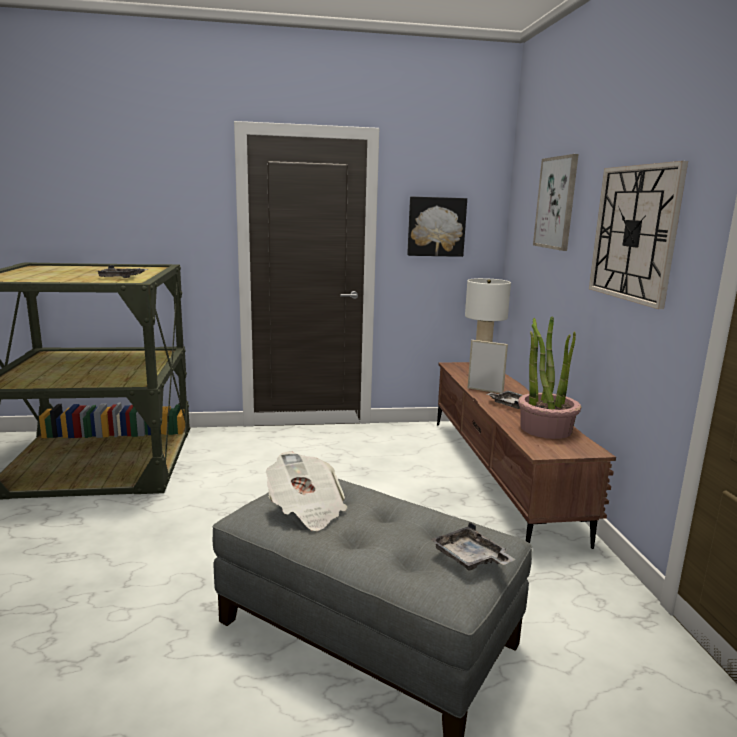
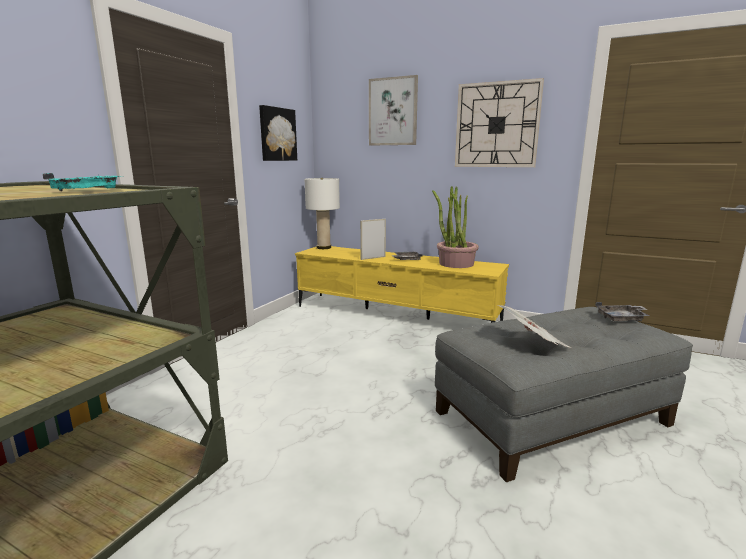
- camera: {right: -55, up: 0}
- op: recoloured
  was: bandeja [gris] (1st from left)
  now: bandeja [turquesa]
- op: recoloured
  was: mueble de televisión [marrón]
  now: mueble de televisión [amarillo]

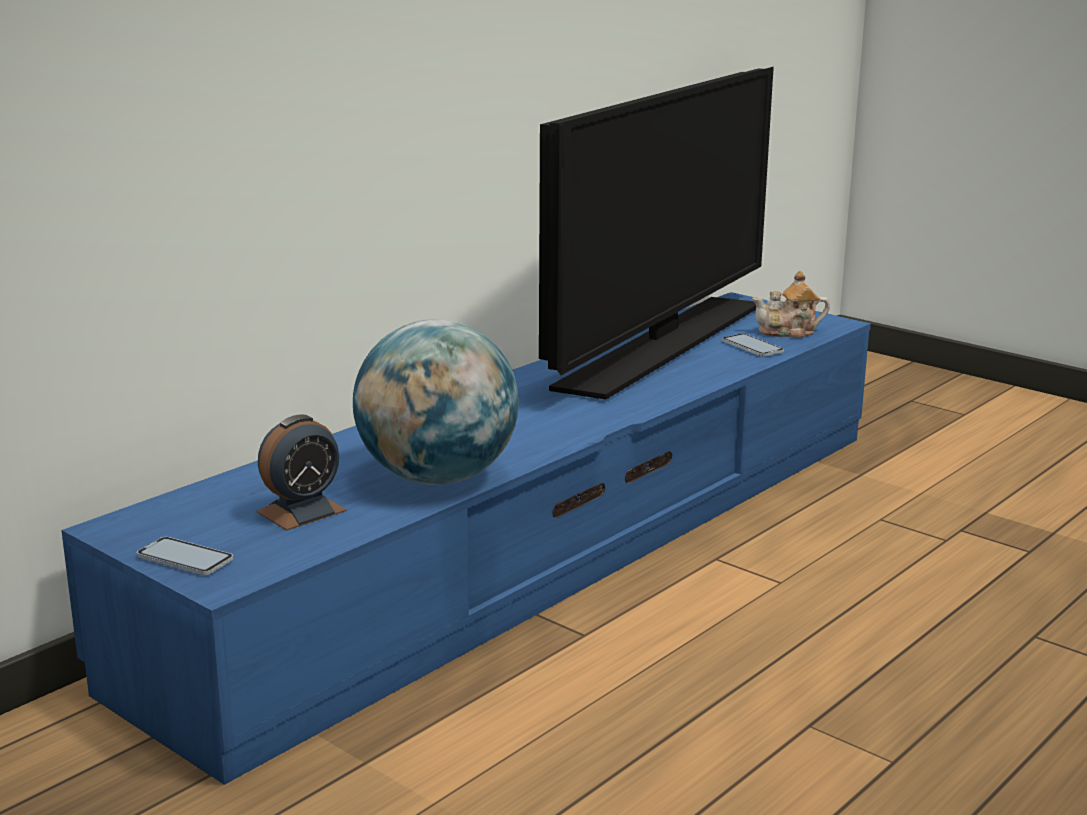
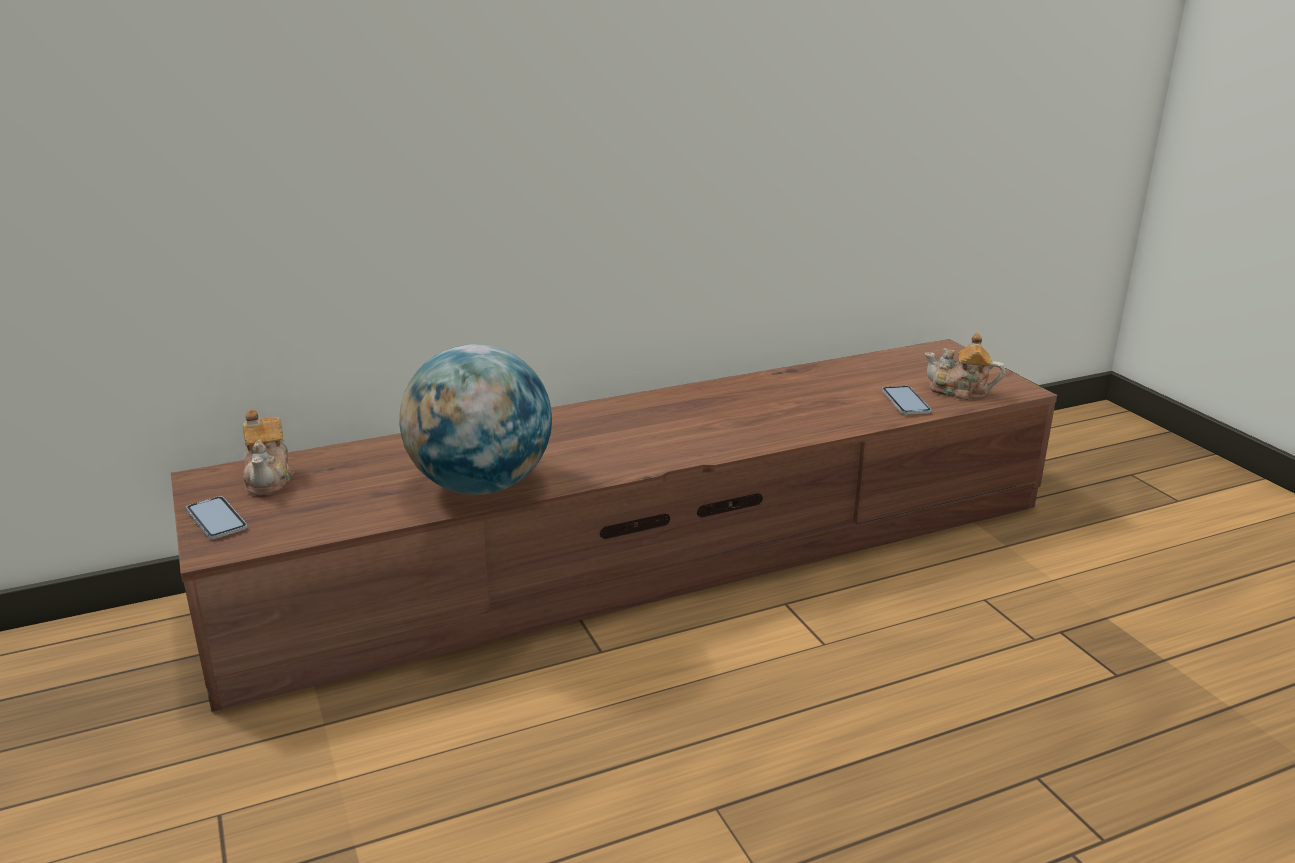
- camera: {right: 25, up: 5}
- op: recoloured
  was: mueble de televisión [azul]
  now: mueble de televisión [marrón]
- op: added
  now: tetera (1st from left)
- op: removed
  was: despertador
- op: removed
  was: televisor

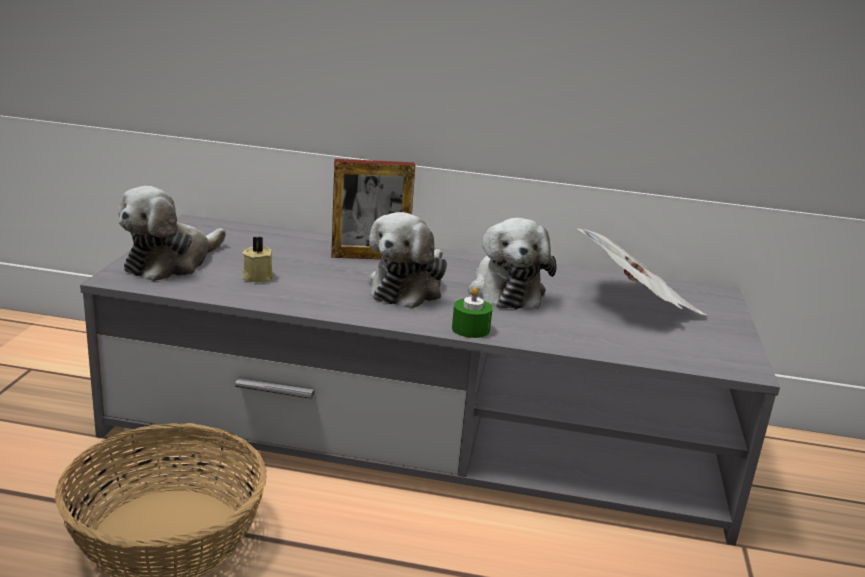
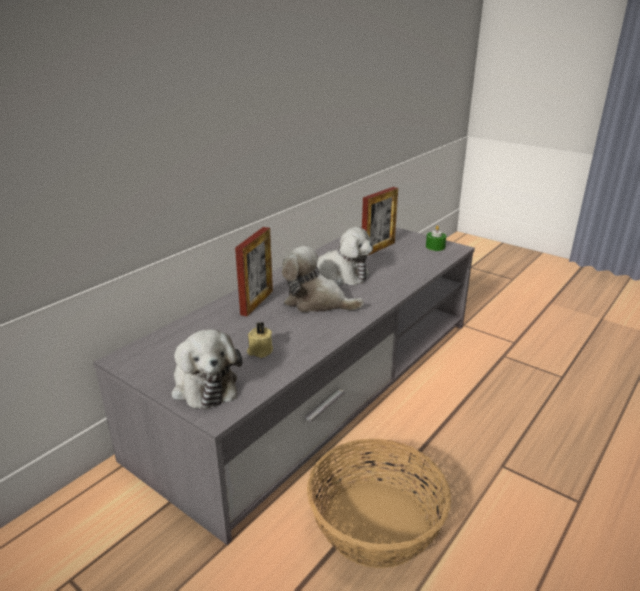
- camera: {right: -60, up: 5}
- op: turned
  was: peluche (2nd from left)
  clockwise: 150
- op: replaced
  was: periódico
  now: portarretratos (2nd from left)
- op: moved
  was: vela [verde]

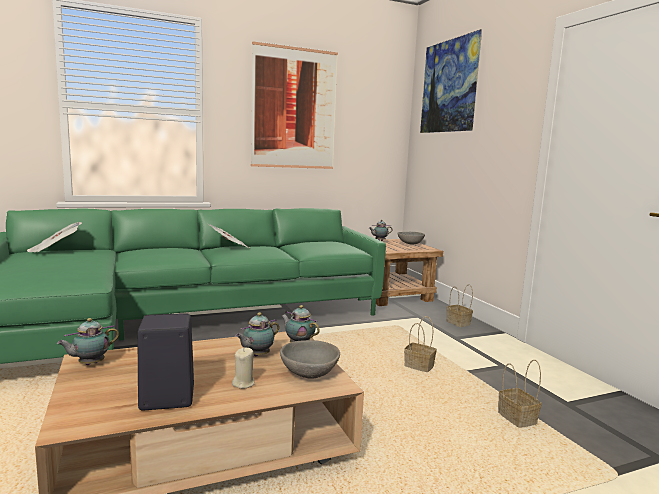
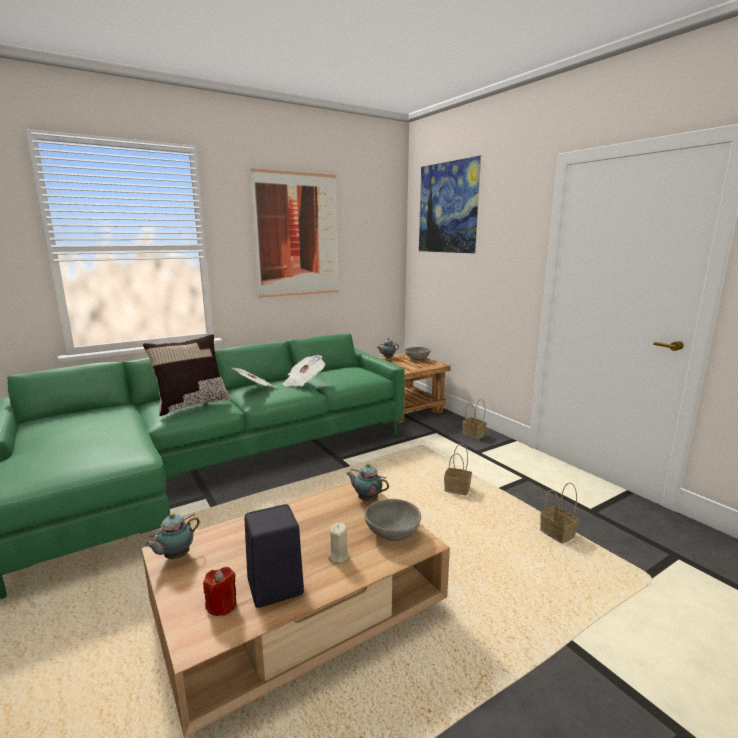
- camera: {right: -10, up: 5}
- op: added
  now: cojín
- op: added
  now: vela [rojo]
- op: moved
  was: periódico (1st from left in the first image)
  now: periódico (2nd from left)
- op: removed
  was: tetera (2nd from left)

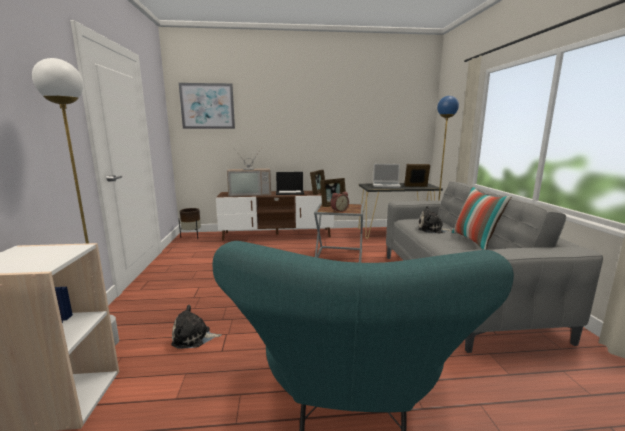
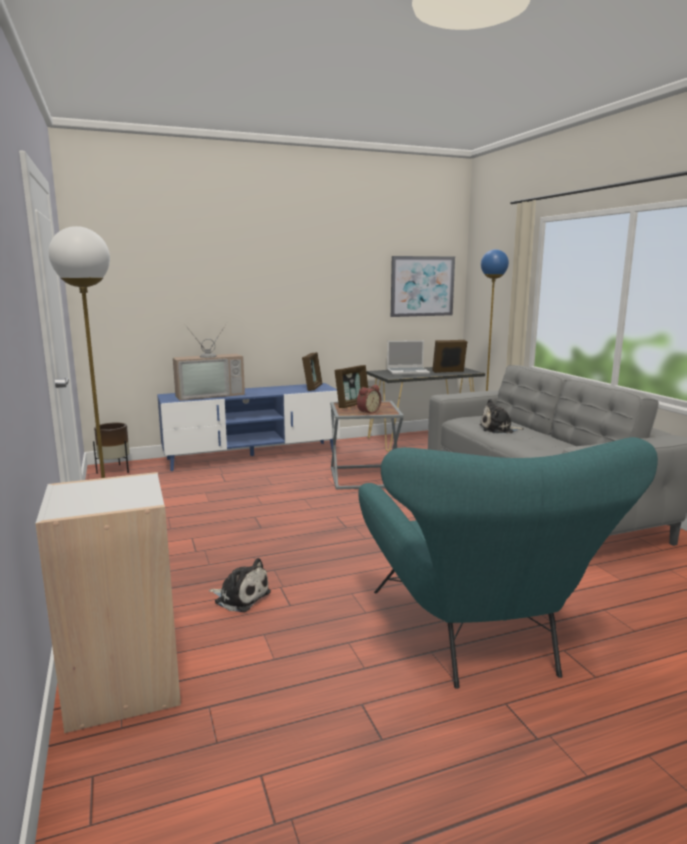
- camera: {right: -15, up: 0}
- op: recoloured
  was: mueble de televisión [marrón]
  now: mueble de televisión [azul]
- op: turned
  was: peluche (1st from left)
  clockwise: -135
- op: moved
  was: cuadro
- op: removed
  was: portátil (1st from left)
- op: removed
  was: cojín

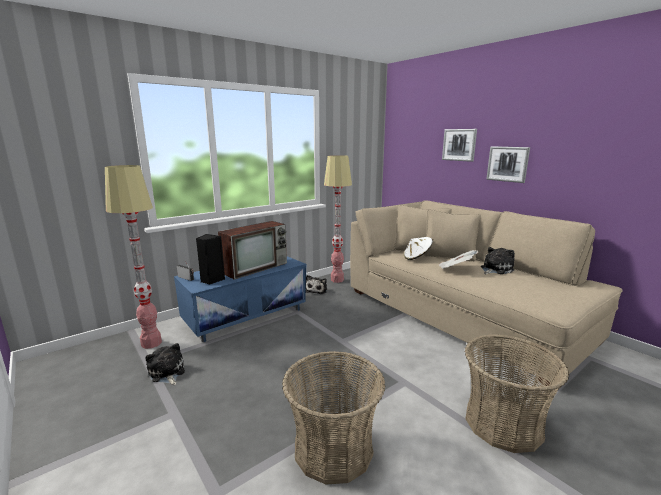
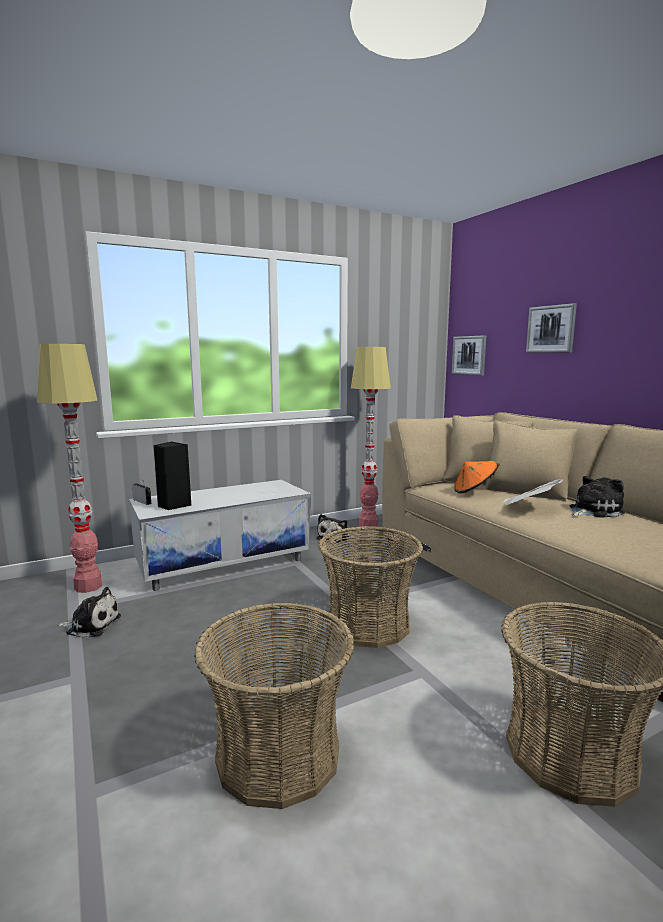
- camera: {right: 10, up: -5}
- op: turned
  was: peluche (1st from left)
  clockwise: 120
- op: recoloured
  was: mueble de televisión [azul]
  now: mueble de televisión [blanco]
- op: added
  now: cesta (2nd from left)
- op: moved
  was: cuadro (2nd from left in the first image)
  now: cuadro (1st from left)
- op: recoloured
  was: sombrero [blanco]
  now: sombrero [naranja]
- op: removed
  was: televisor

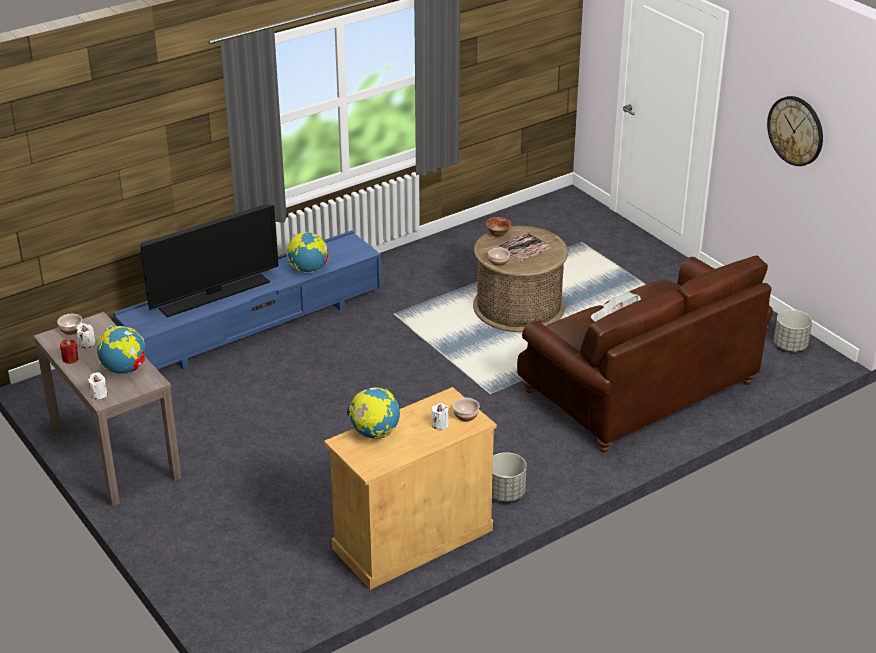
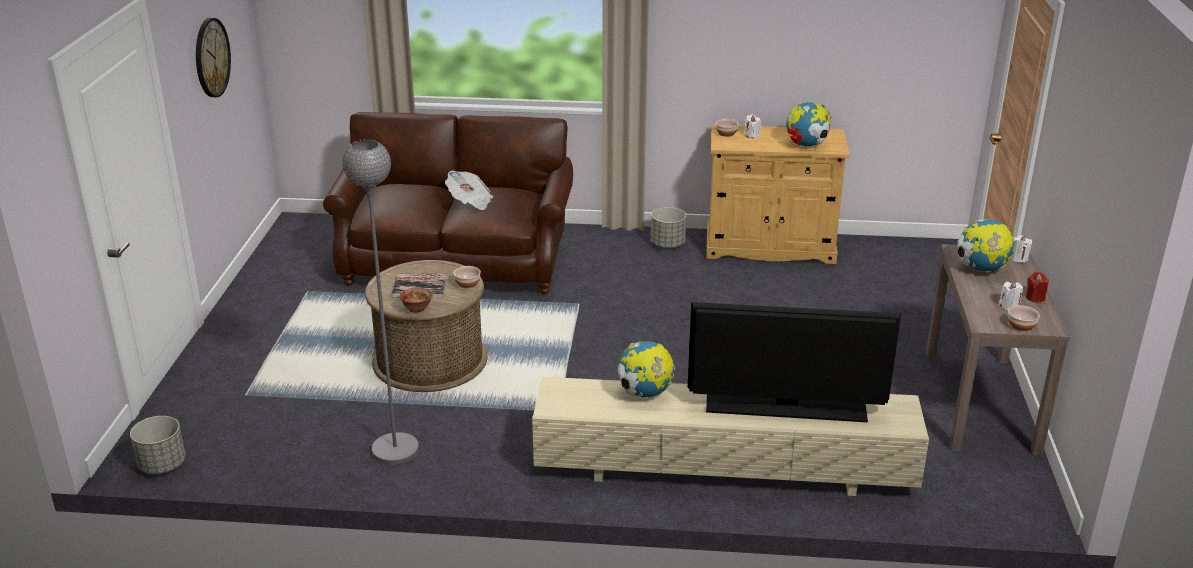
- camera: {right: -140, up: -5}
- op: moved
  was: maceta [gris] (2nd from left in the first image)
  now: maceta [gris] (1st from left)
- op: added
  now: lámpara de pie [gris]
- op: recoloured
  was: mueble de televisión [azul]
  now: mueble de televisión [beis]

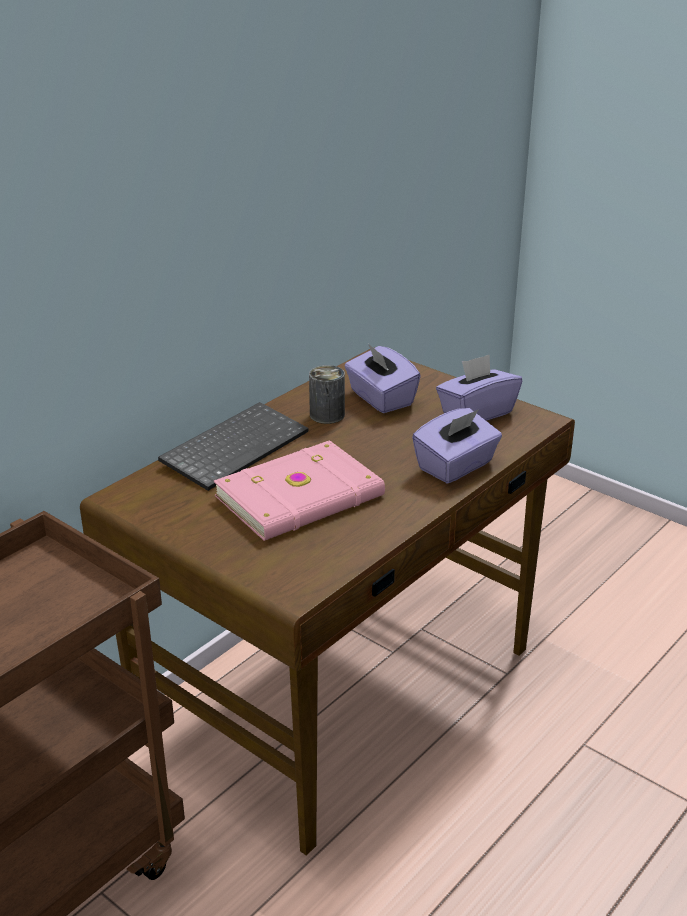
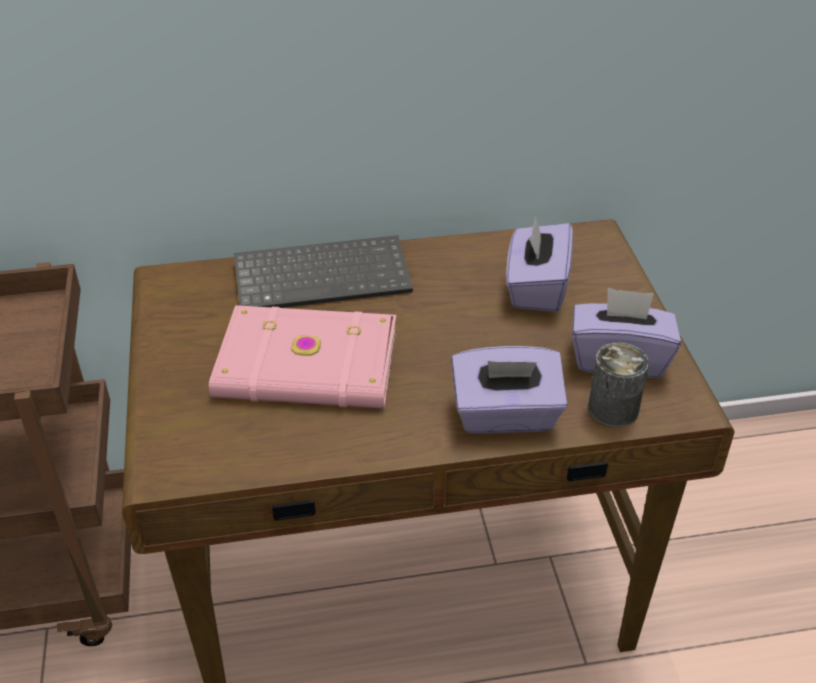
- camera: {right: 40, up: 10}
- op: moved
  was: lata

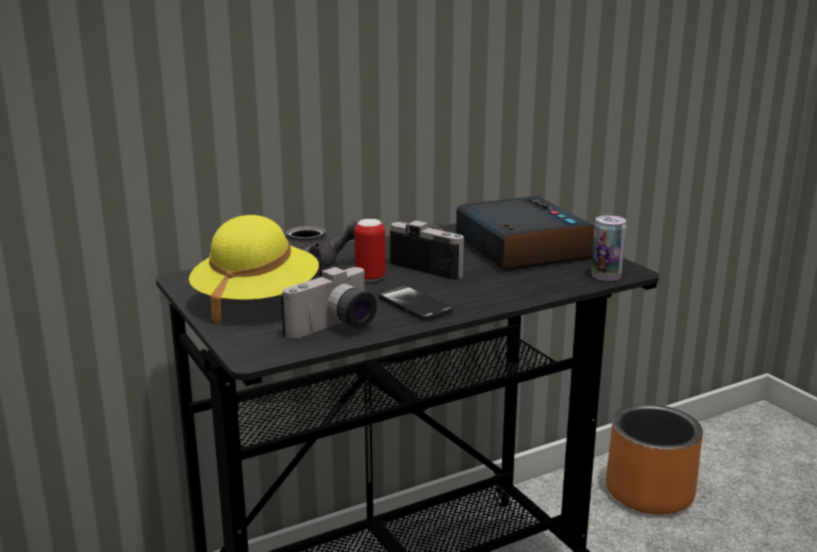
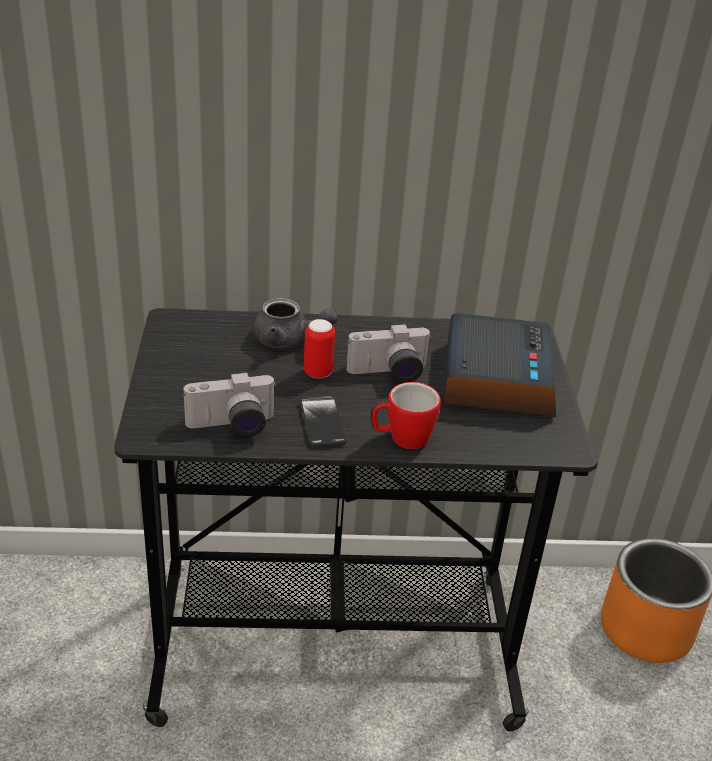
- camera: {right: 25, up: 15}
- op: turned
  was: cámara (2nd from left)
  clockwise: 105
- op: added
  now: taza grande
- op: removed
  was: sombrero [amarillo]
- op: removed
  was: lata (2nd from left)

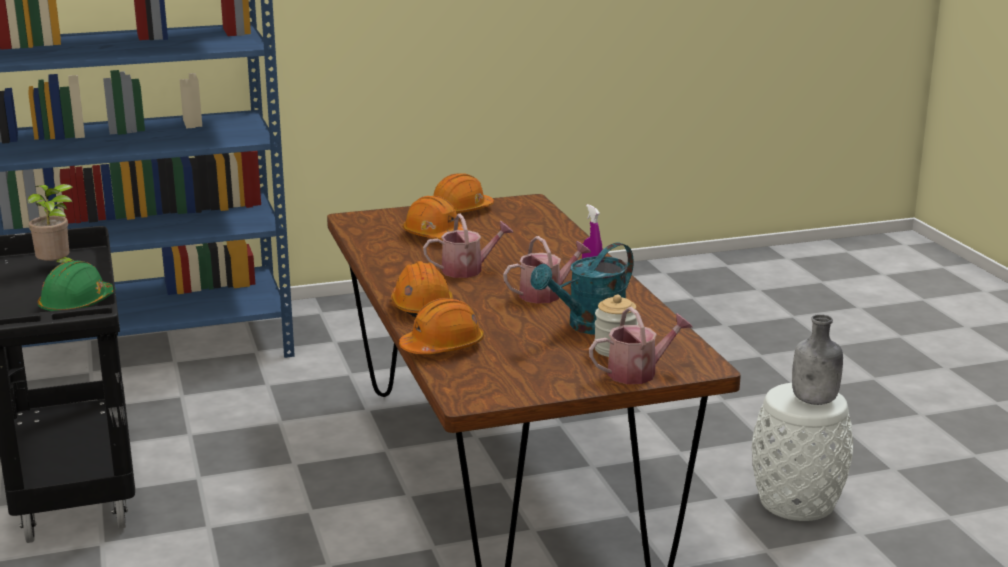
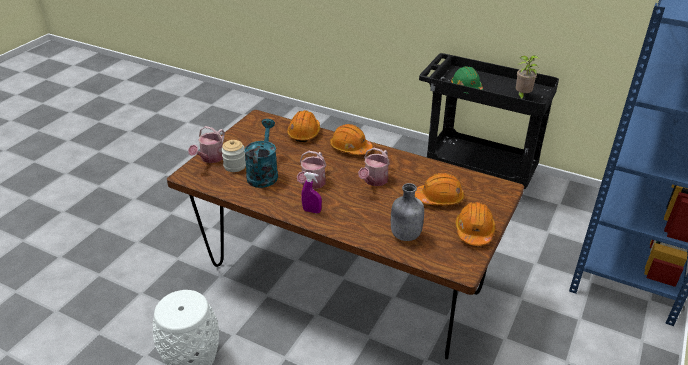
- camera: {right: 135, up: 15}
- op: moved
  was: botella [gris]

